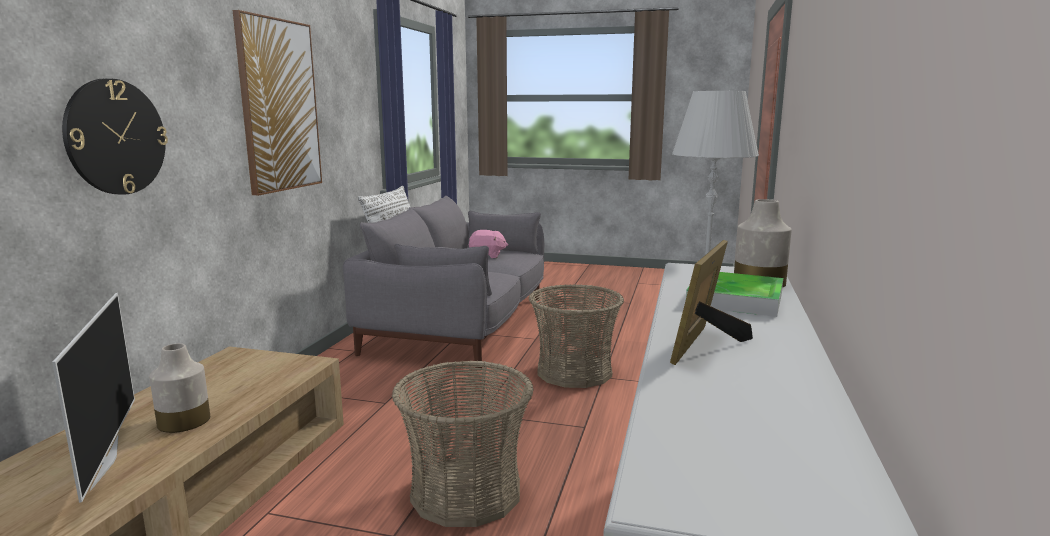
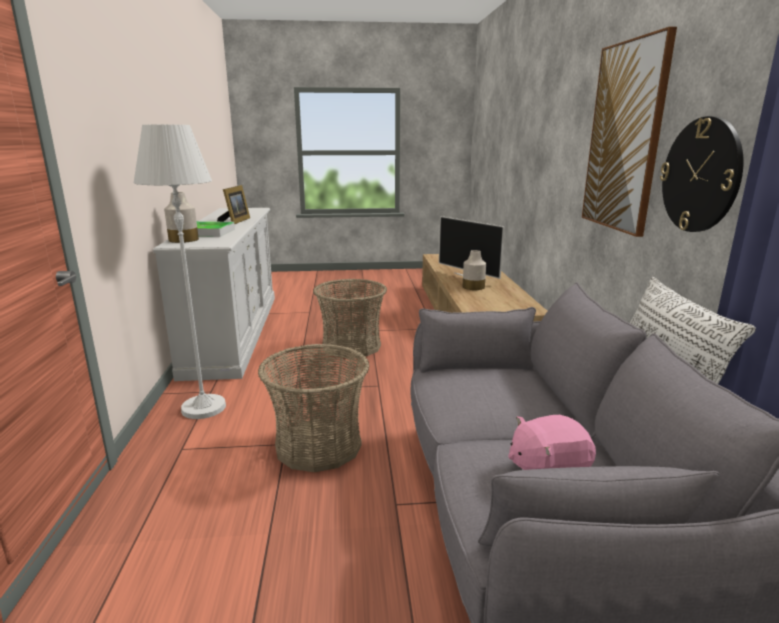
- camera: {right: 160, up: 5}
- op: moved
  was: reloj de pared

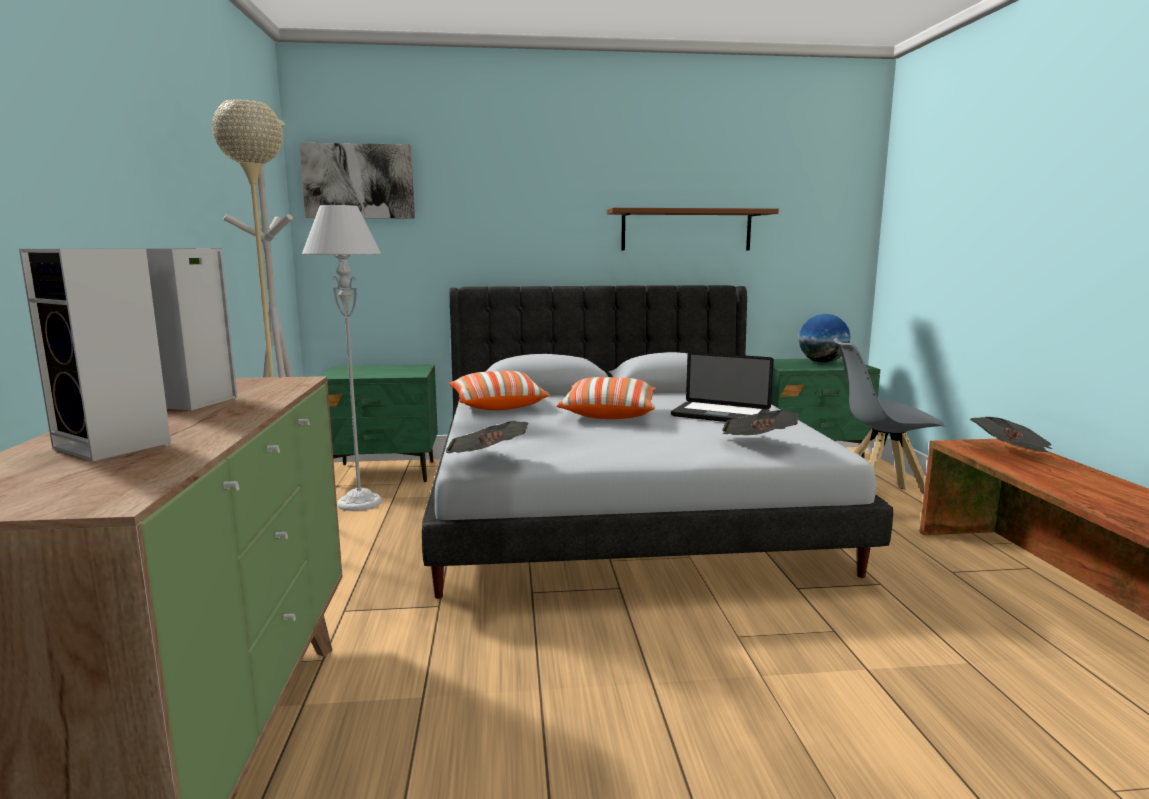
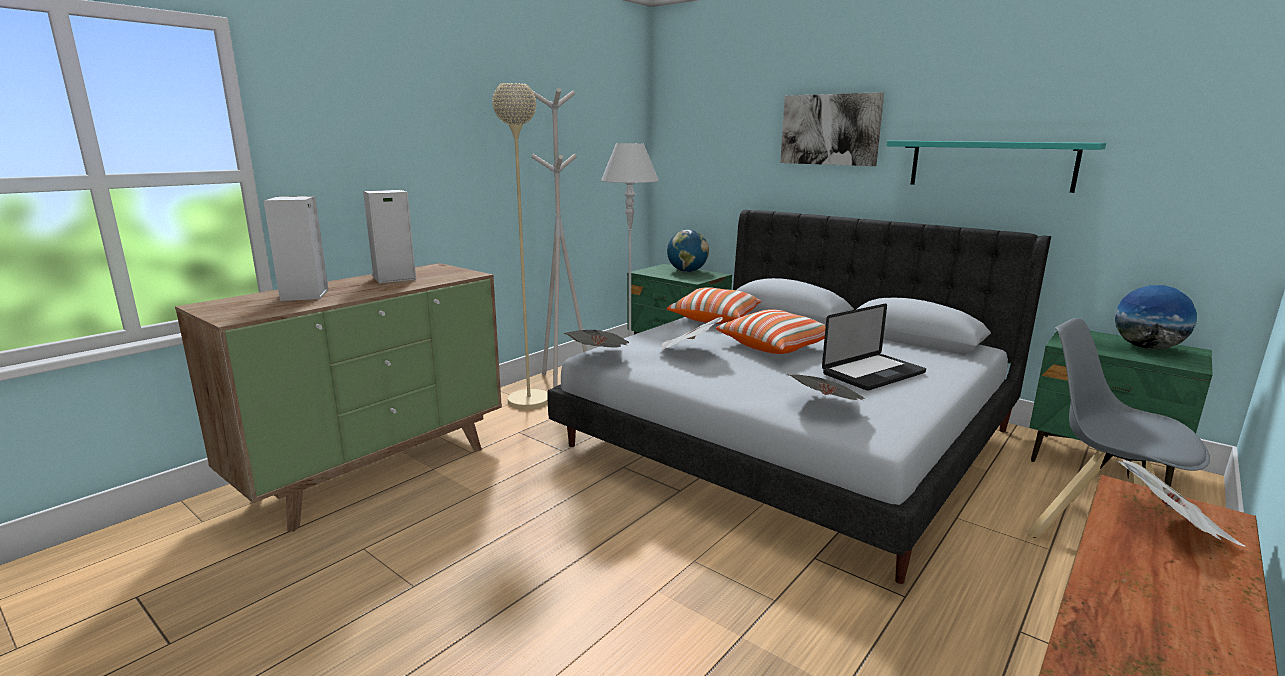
- camera: {right: 45, up: 5}
- op: added
  now: periódico (2nd from left)
- op: added
  now: globo terráqueo (1st from left)
- op: moved
  was: cuadro
- op: turned
  was: portátil
  clockwise: -105
- op: recoloured
  was: estante [marrón]
  now: estante [turquesa]

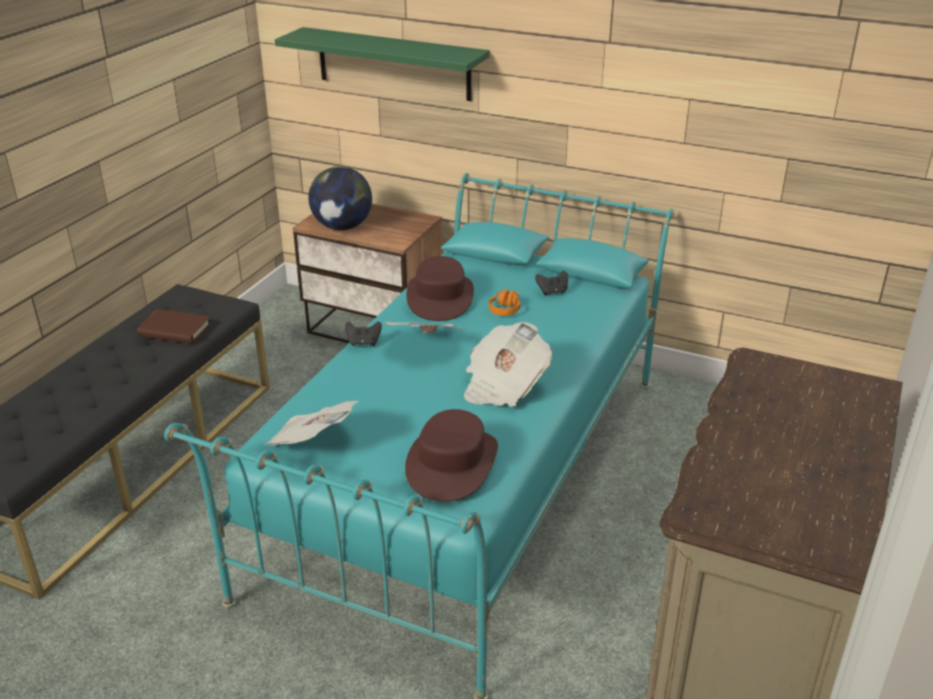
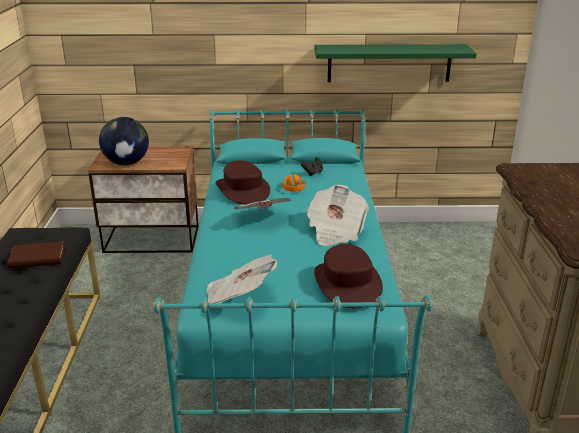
- camera: {right: -25, up: -5}
- op: moved
  was: estante [verde]
- op: removed
  was: mando de consola [negro] (1st from left)

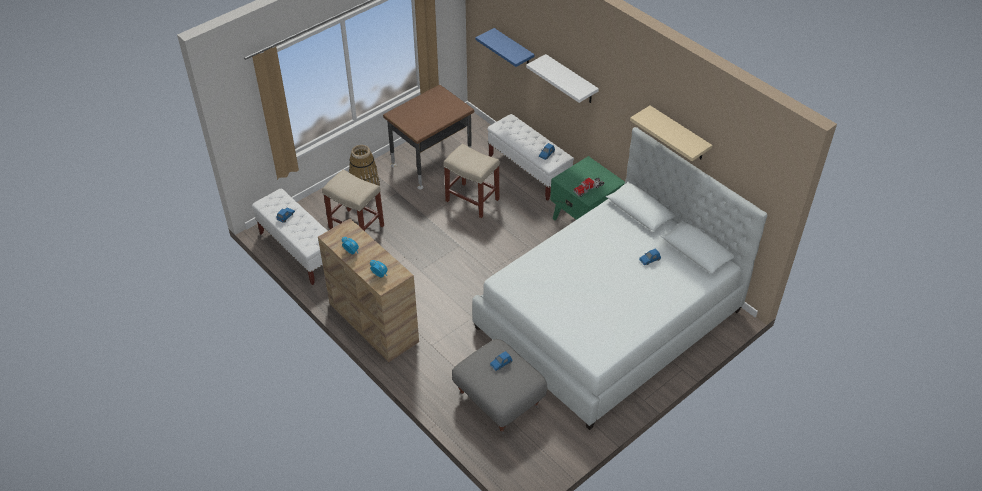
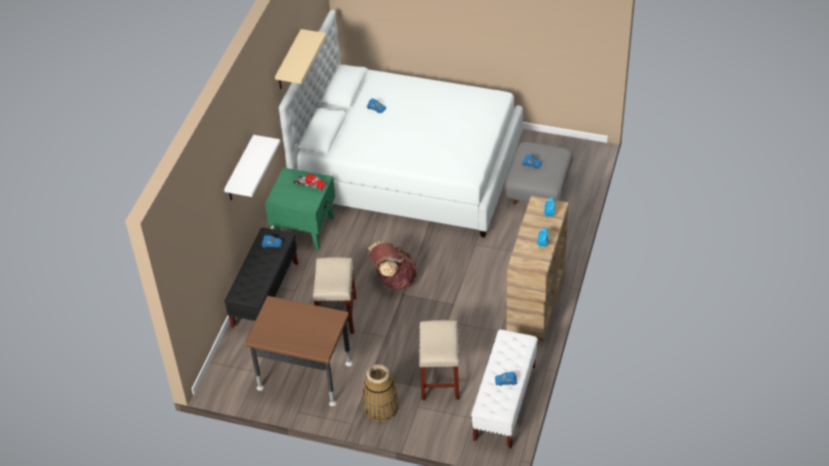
- camera: {right: -120, up: 0}
- op: recoloured
  was: banco [blanco] (2nd from left)
  now: banco [negro]
- op: added
  now: mochila [marrón]
- op: removed
  was: estante [azul]

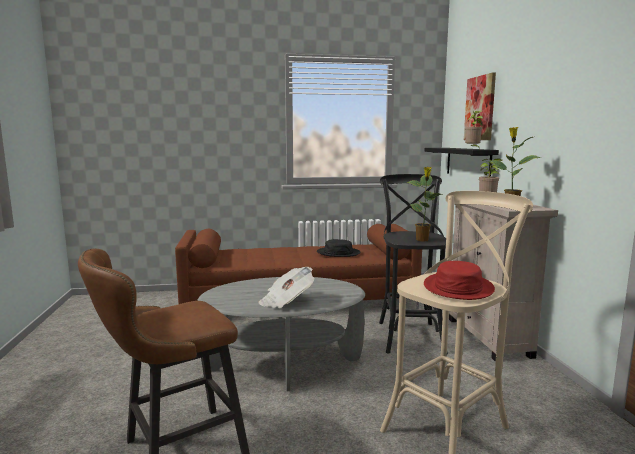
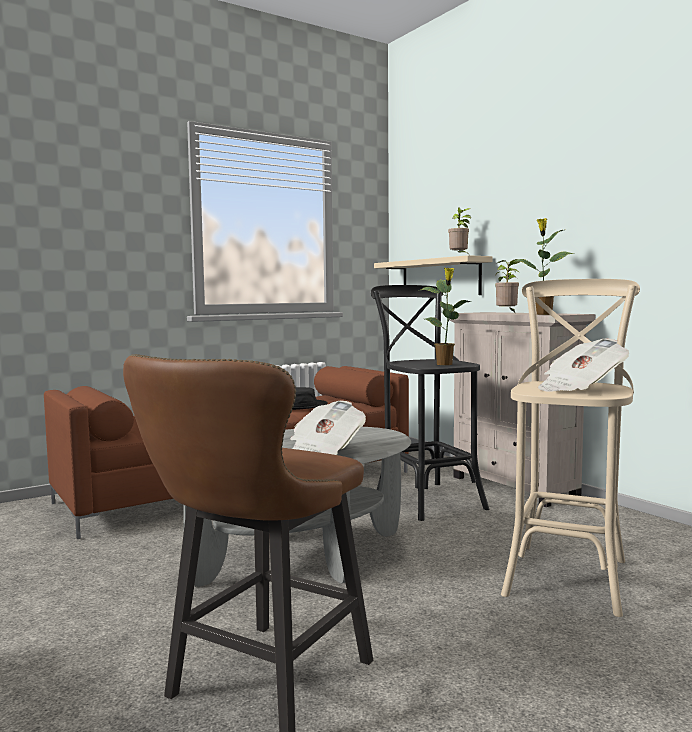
- camera: {right: -25, up: -5}
- op: recoloured
  was: estante [negro]
  now: estante [beis]
- op: replaced
  was: sombrero [rojo]
  now: periódico (2nd from left)
- op: removed
  was: cuadro

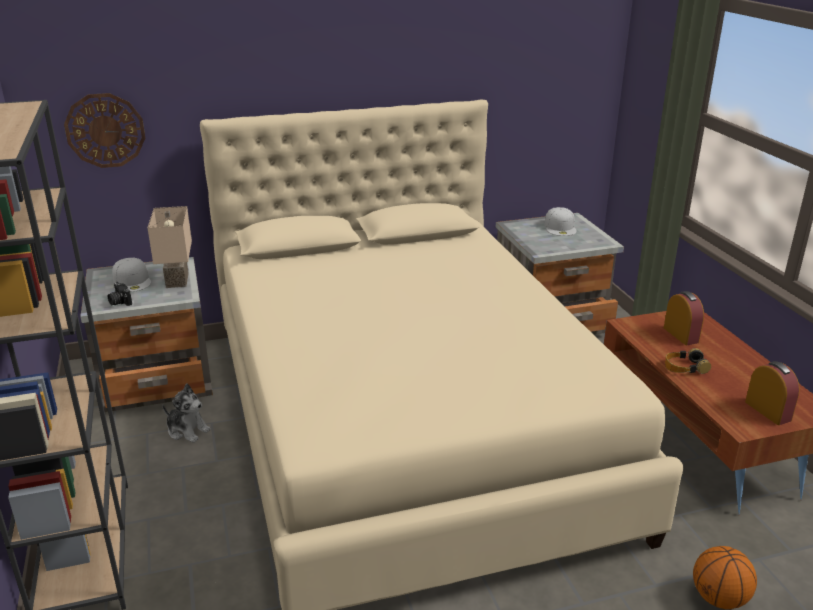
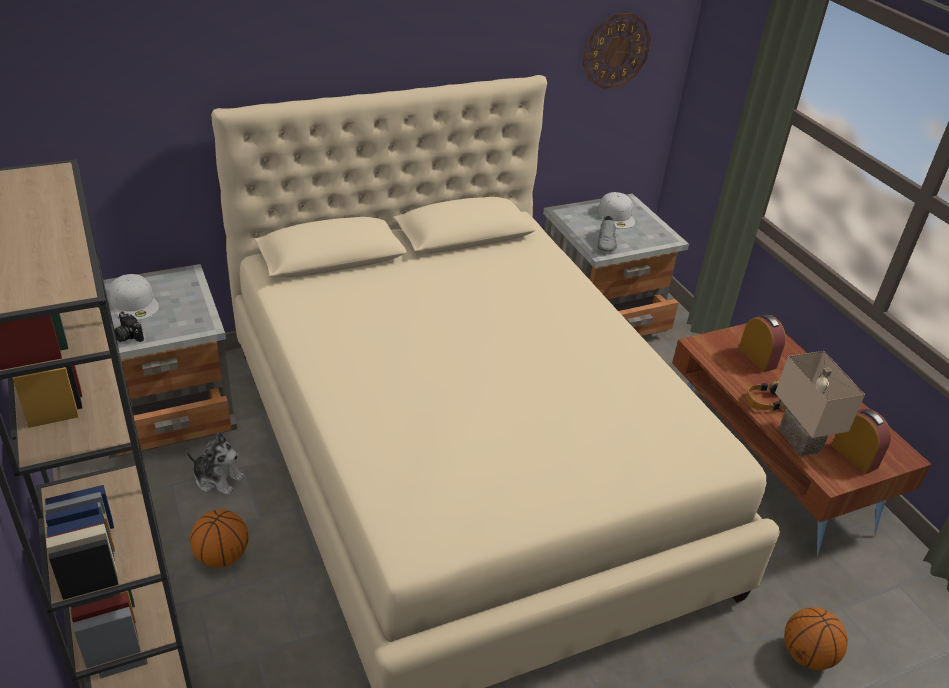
- camera: {right: -10, up: 10}
- op: added
  now: balón de baloncesto (1st from left)
- op: moved
  was: reloj de pared
- op: added
  now: zapato [gris]
- op: moved
  was: lámpara de mesa [beis]

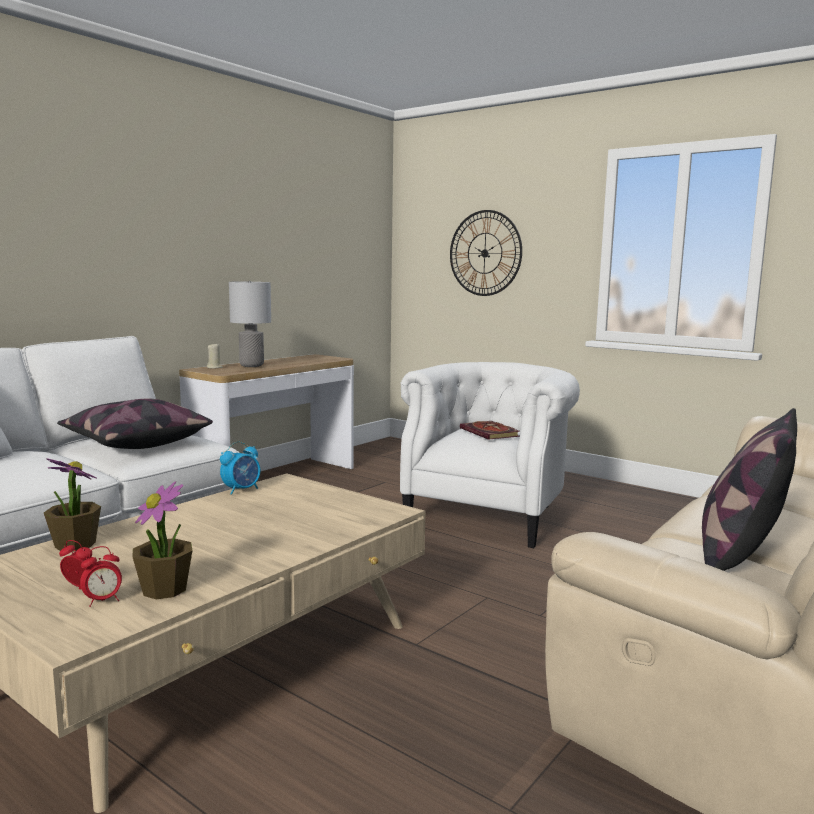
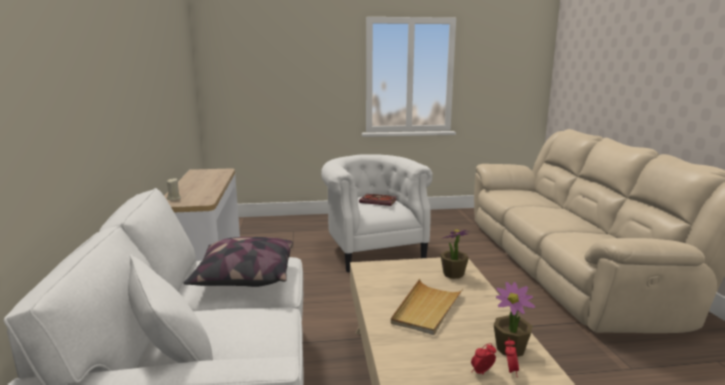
- camera: {right: -45, up: 5}
- op: added
  now: bandeja [beis]
- op: moved
  was: planta en maceta (1st from left)
- op: removed
  was: despertador (3rd from left)
- op: removed
  was: lámpara de mesa [gris]
- op: removed
  was: reloj de pared
- op: removed
  was: cojín (2nd from left)

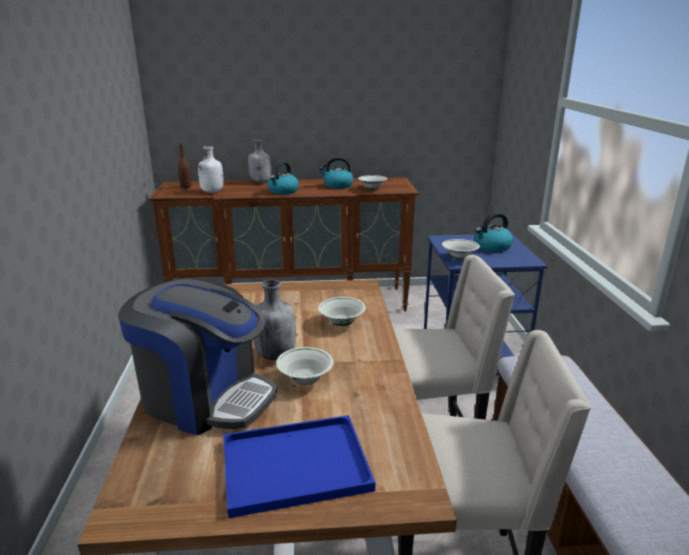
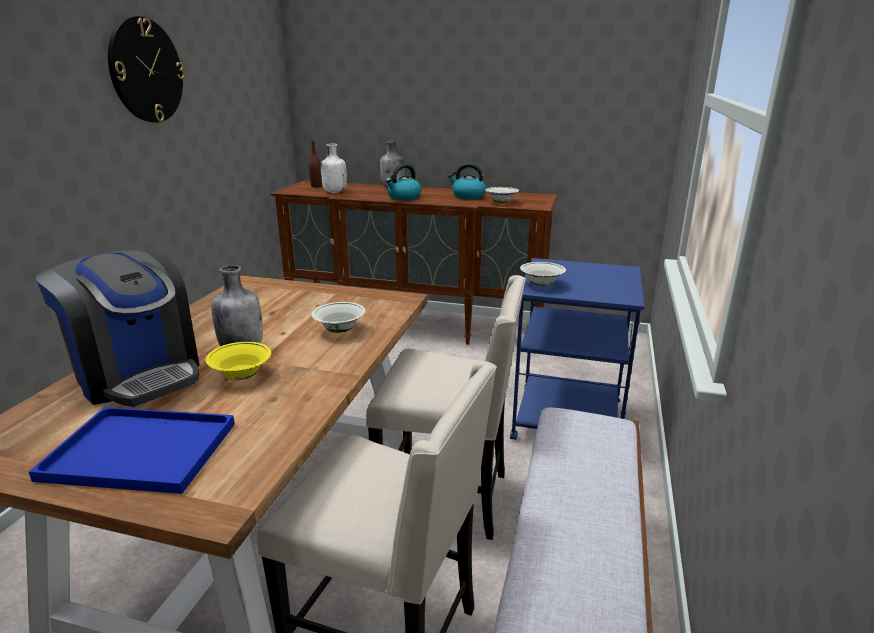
- camera: {right: 20, up: 0}
- op: added
  now: reloj de pared
- op: recoloured
  was: cuenco [blanco] (1st from left)
  now: cuenco [amarillo]
- op: removed
  was: hervidor (3rd from left)

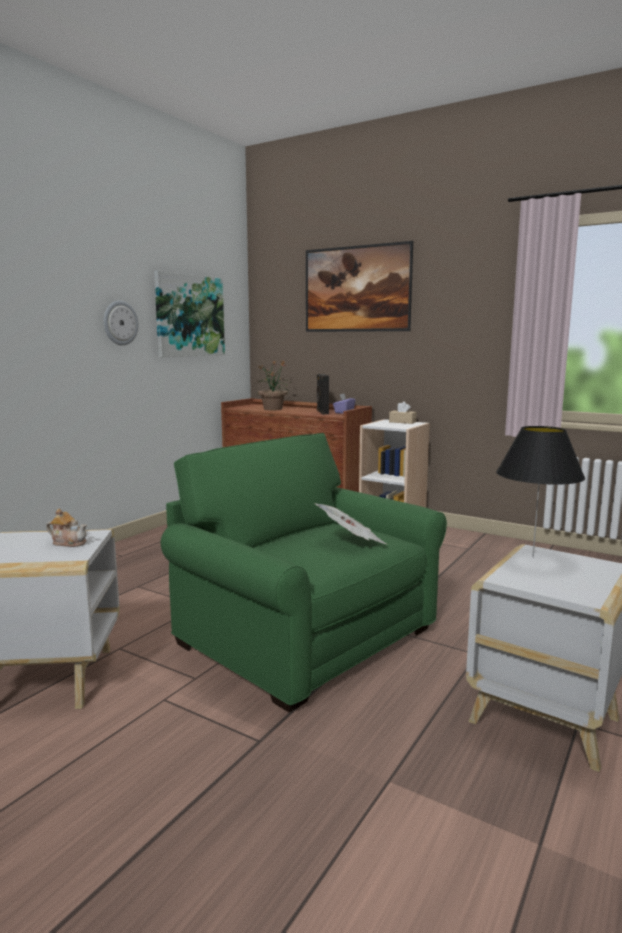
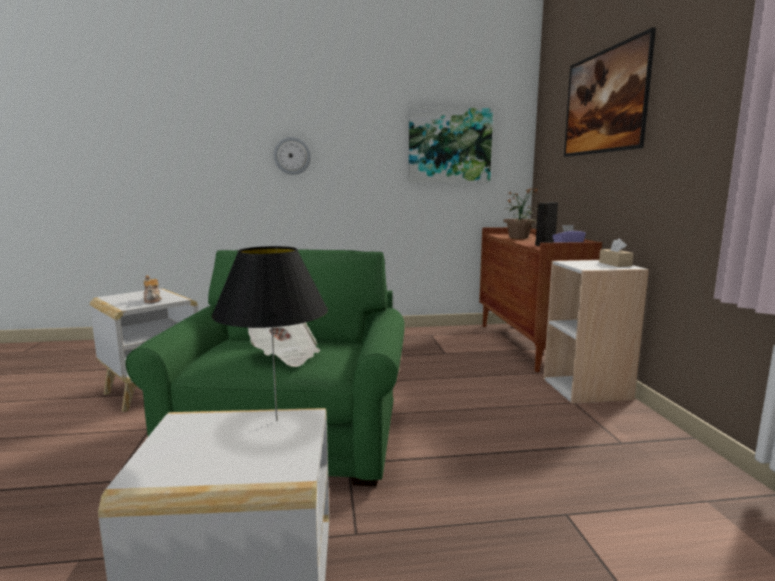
- camera: {right: 50, up: 0}
- op: moved
  was: reloj de pared

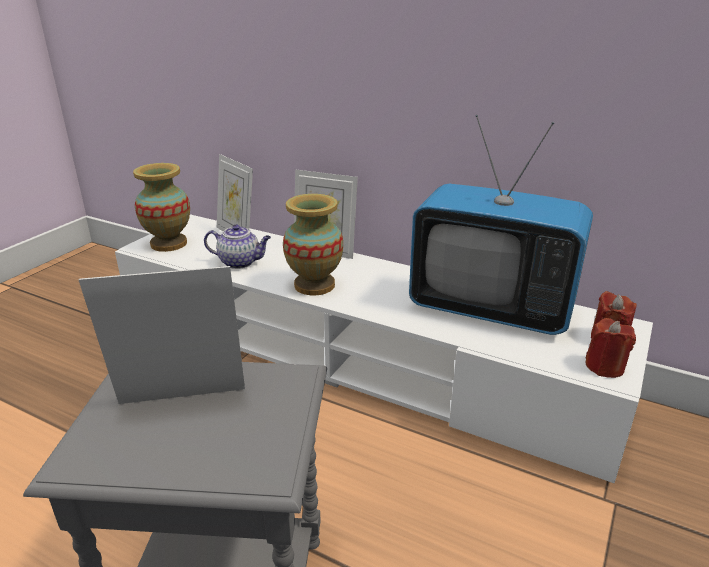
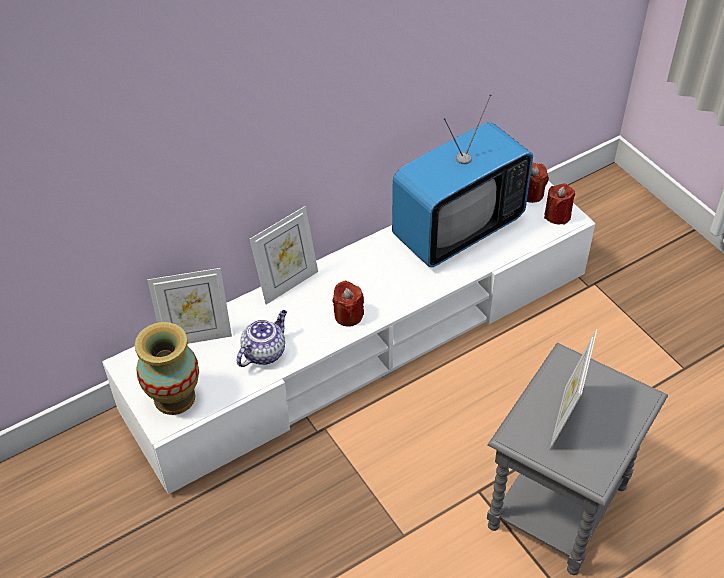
- camera: {right: -60, up: 20}
- op: replaced
  was: florero (2nd from left)
  now: vela [rojo] (1st from left)

